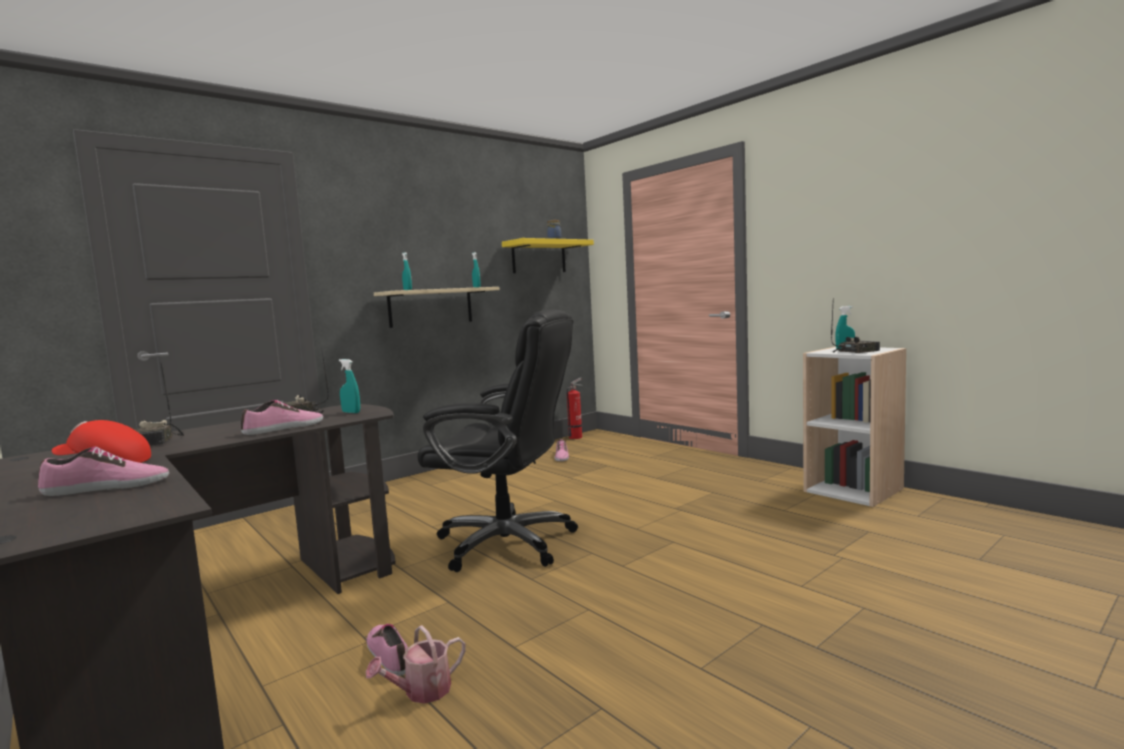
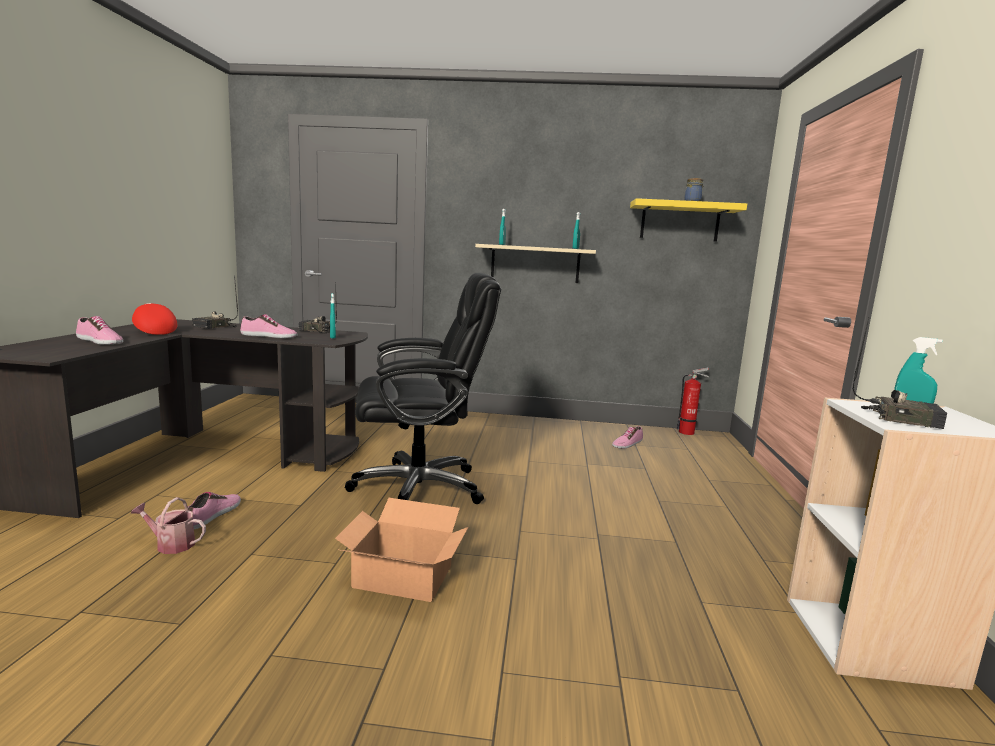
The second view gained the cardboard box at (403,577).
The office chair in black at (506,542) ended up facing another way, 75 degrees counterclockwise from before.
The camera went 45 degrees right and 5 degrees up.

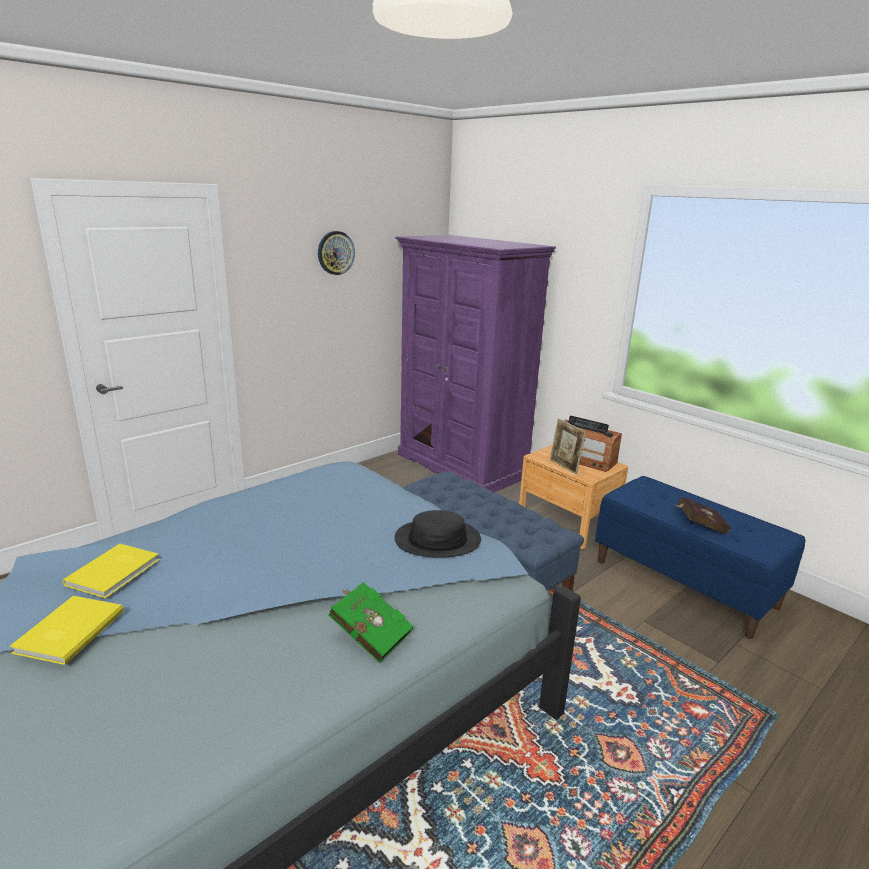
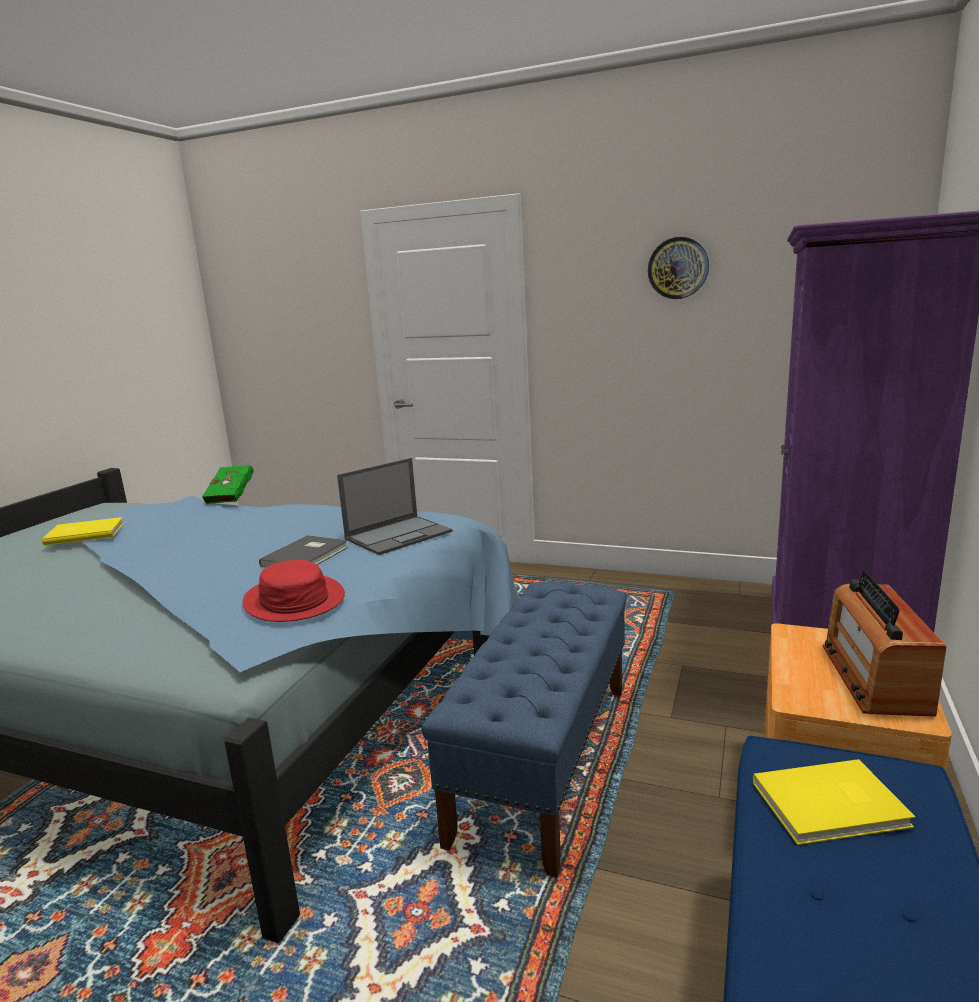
The second view lost the picture frame at (564,467).
The second view lost the book in red at (698,526).
The second view gained the book in grey at (307,556).
The second view gained the laptop at (399,535).
The book in yellow ended up elsewhere, having gone from (116,572) to (833,806).
The book in green ended up elsewhere, having gone from (369,635) to (233,496).
What was the hat in black at (437,540) turned into the hat in red at (294,600).
The camera went 65 degrees right and 5 degrees down.

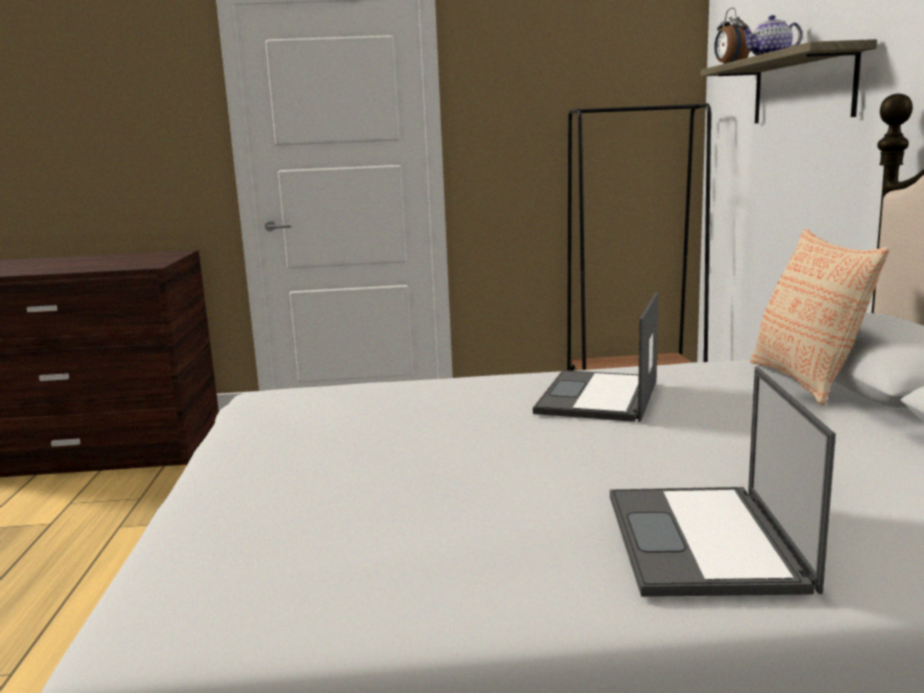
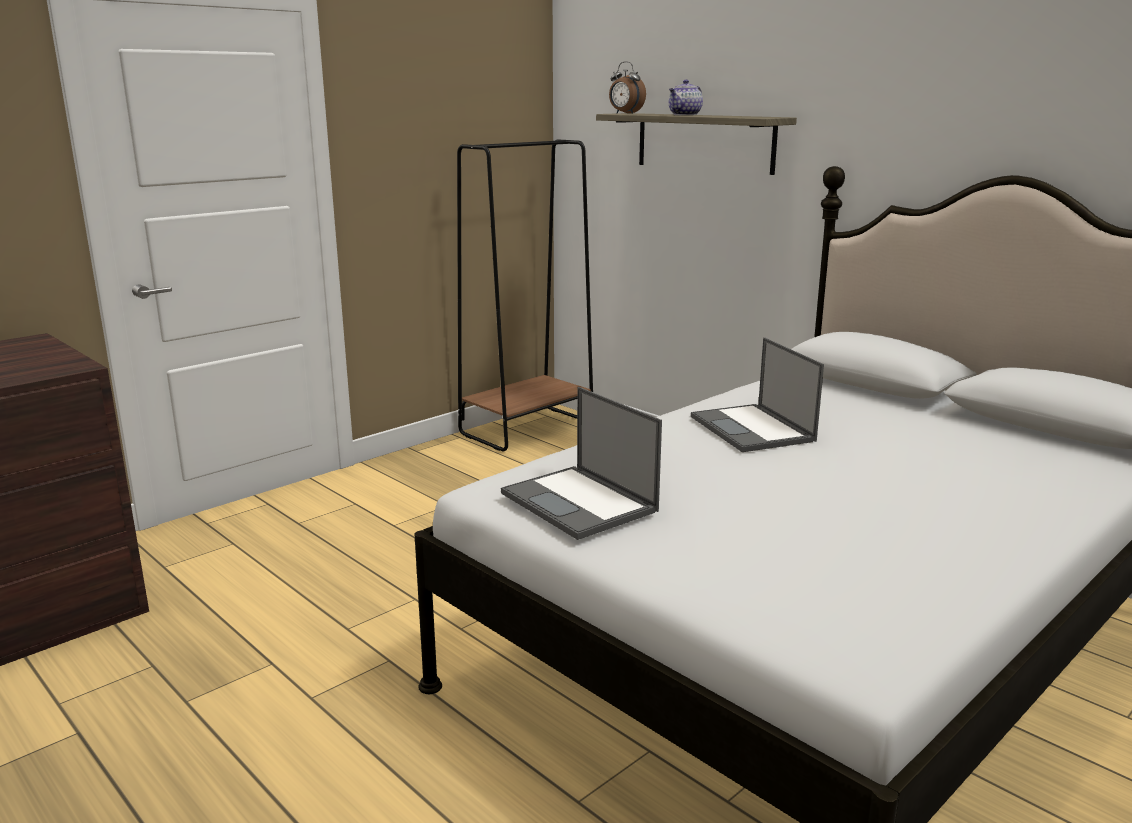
The second view lost the pillow in beige at (805,382).
The laptop ended up elsewhere, having gone from (705,541) to (580,502).
The camera went 40 degrees left and 5 degrees up.

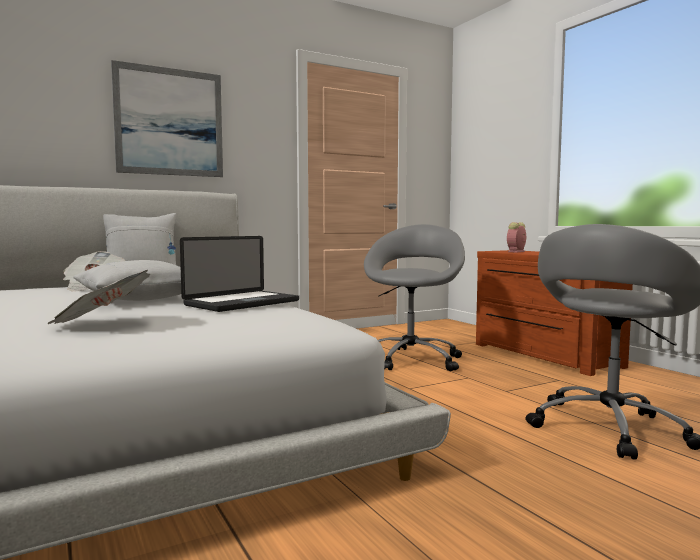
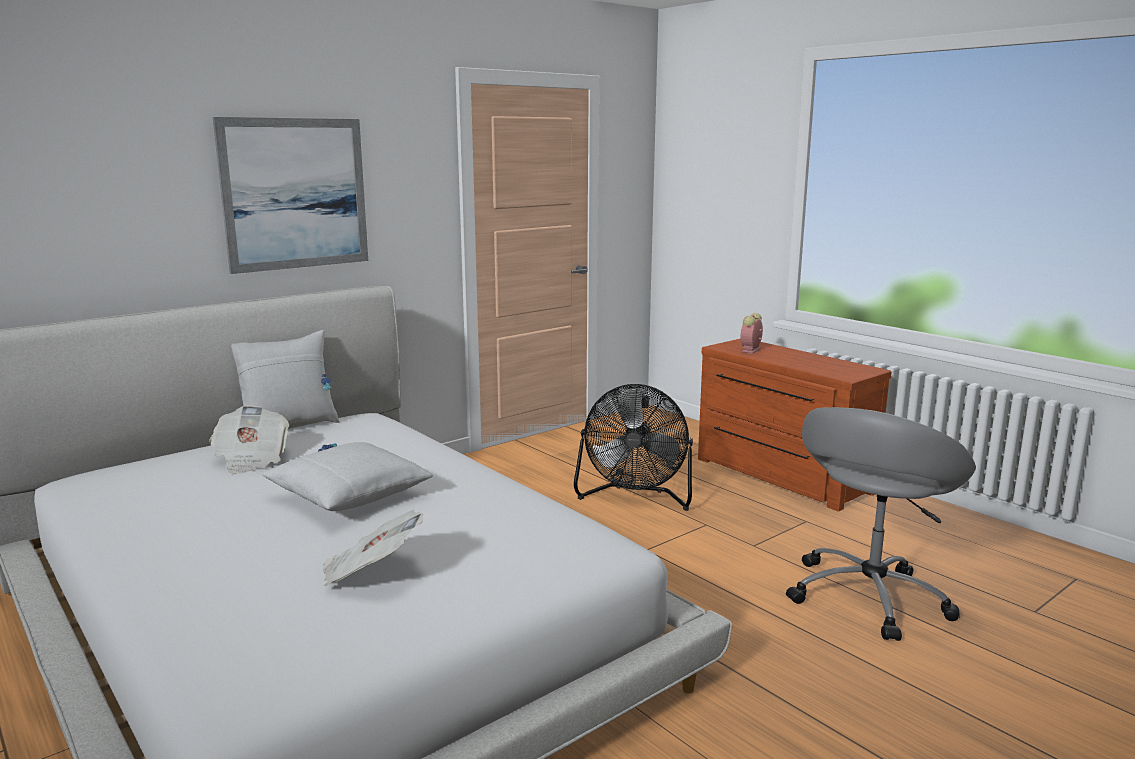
The second view lost the laptop at (242,303).
Where the office chair in grey stood at (412,359), the fan in black came to stand at (632,495).
The camera went 10 degrees left and 10 degrees up.

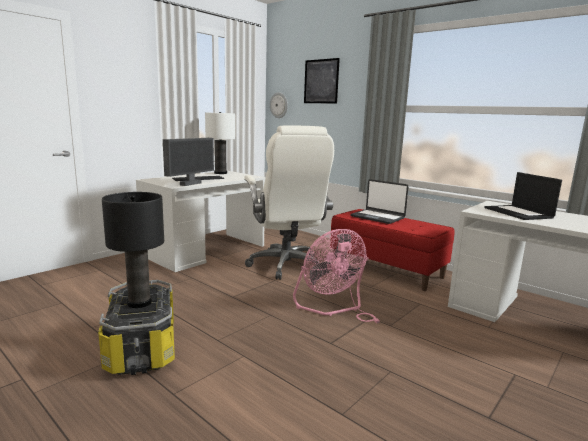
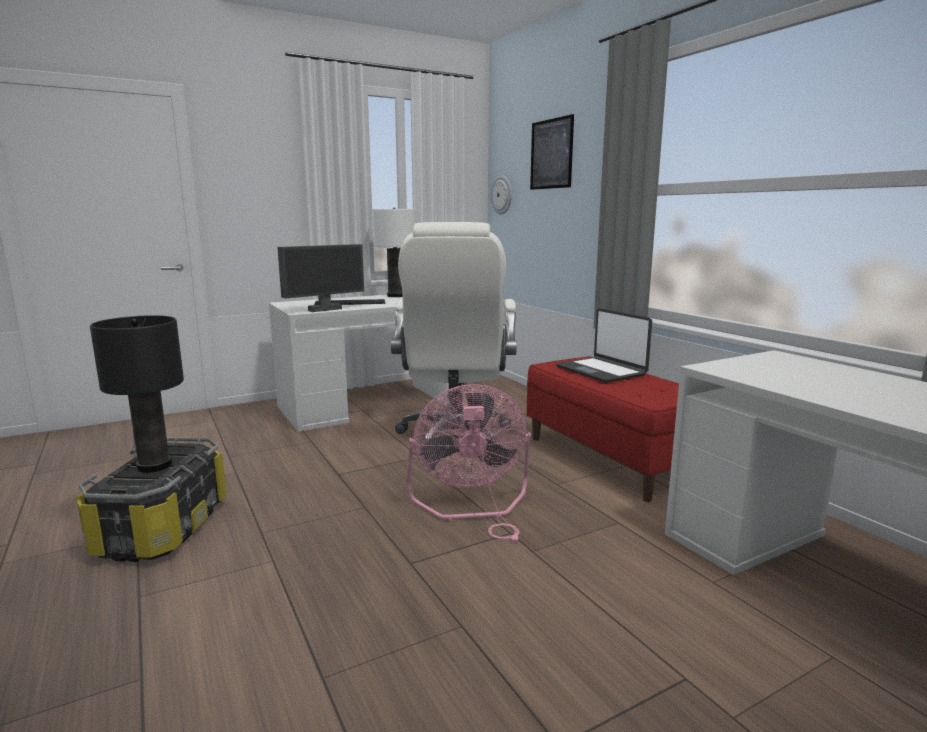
The second view lost the laptop at (519,213).
The camera went 20 degrees right and 0 degrees up.

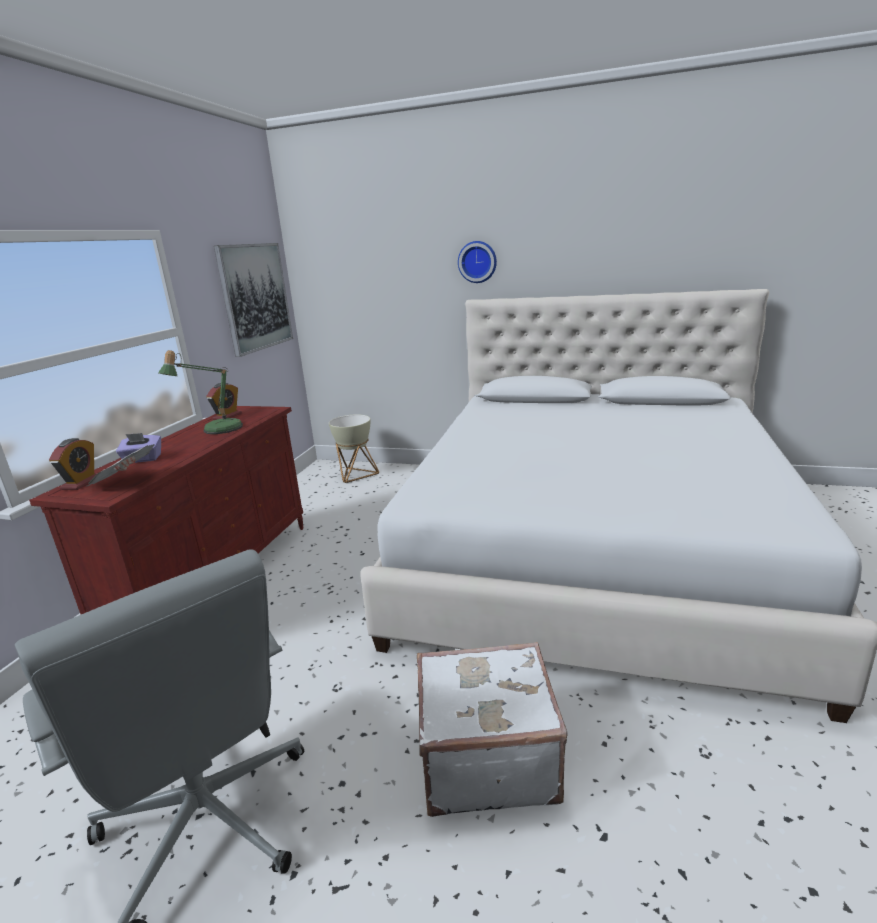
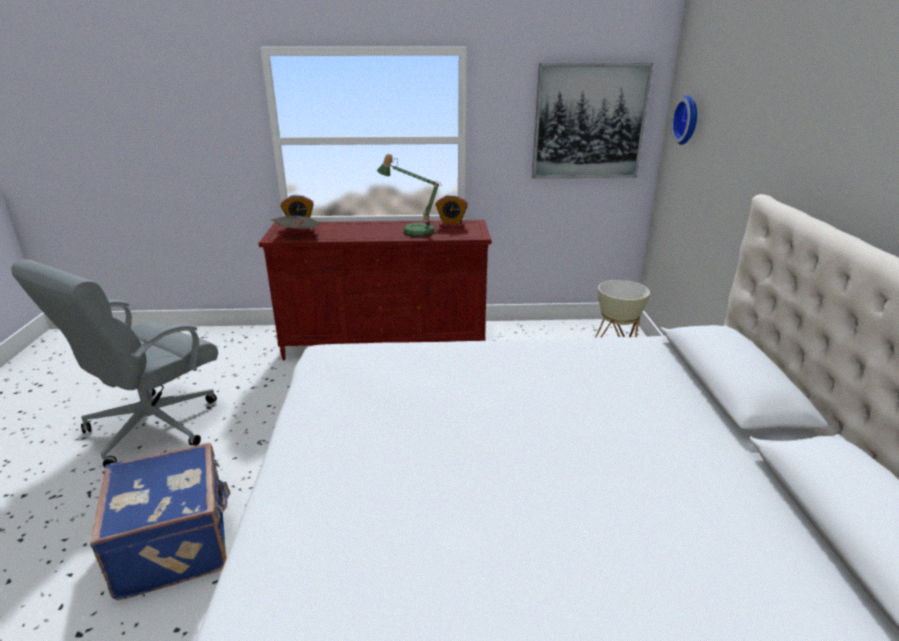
The second view lost the tissue box in purple at (142,459).
The wall clock ended up elsewhere, having gone from (477,262) to (688,120).
What was the suitcase in white at (485,756) turned into the suitcase in blue at (176,543).
The camera went 70 degrees right and 5 degrees up.

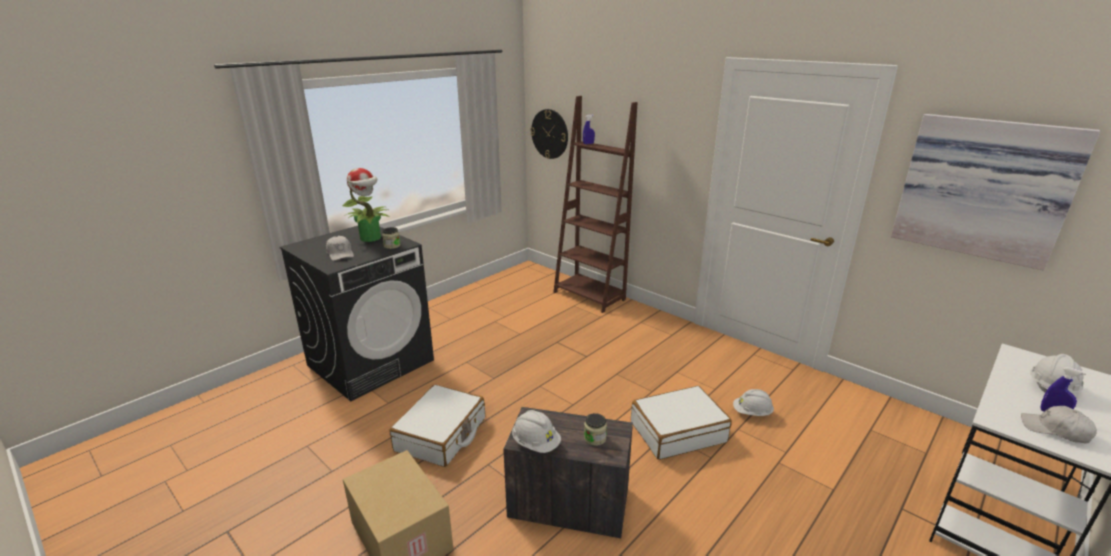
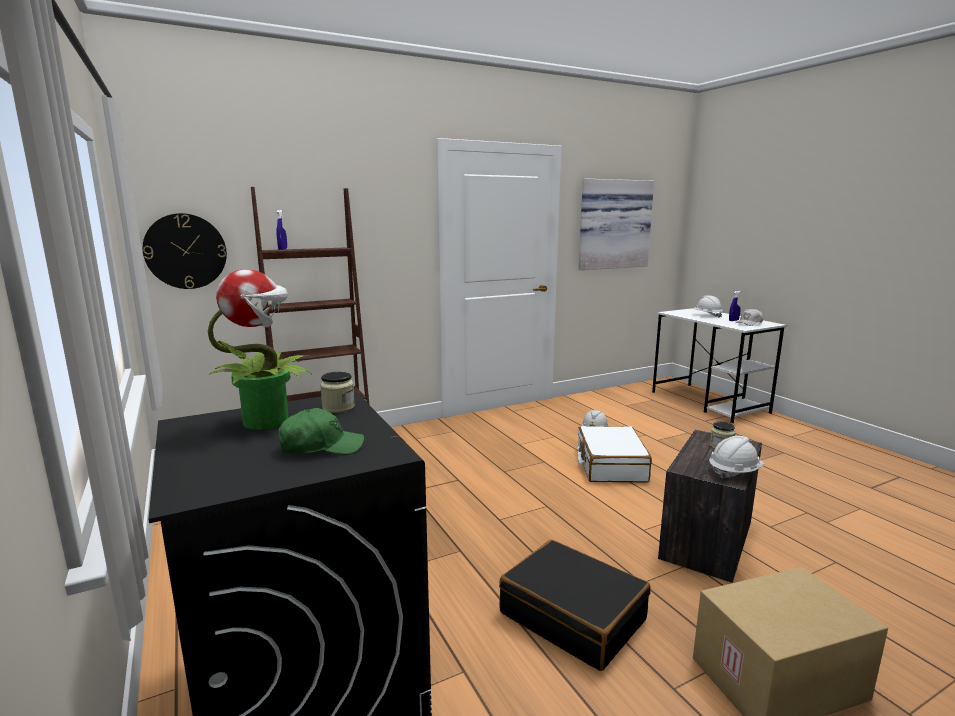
What was the cap in white at (340,254) turned into the cap in green at (321,446).
What was the suitcase in white at (441,435) turned into the suitcase in black at (573,616).
The camera went 70 degrees left and 10 degrees down.

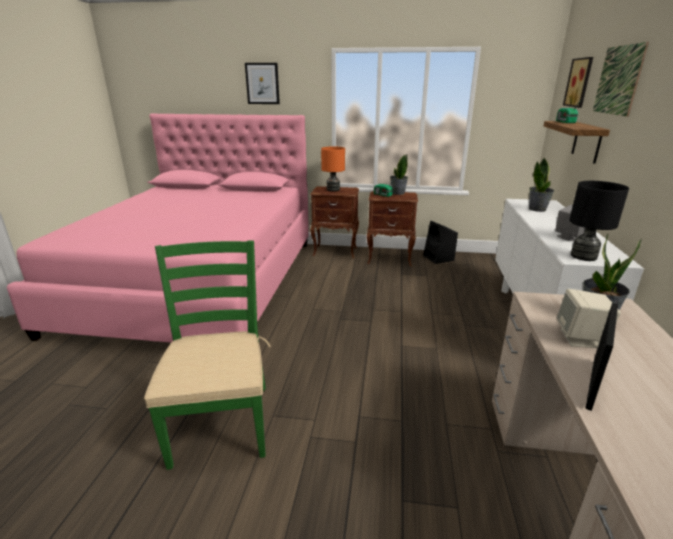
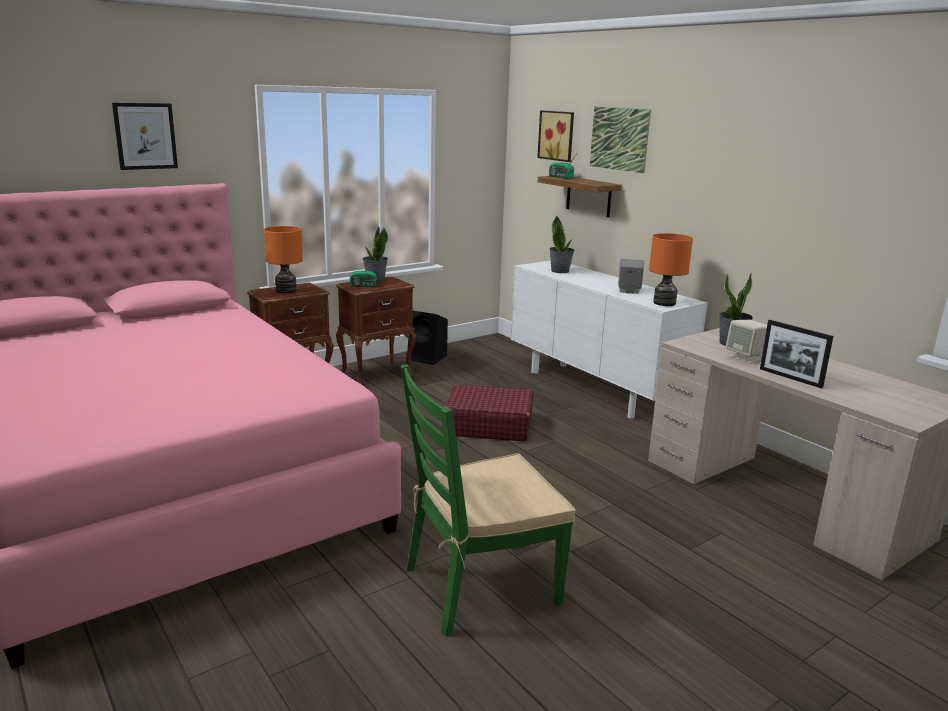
The second view gained the suitcase in red at (488,425).
What was the table lamp in black at (583,256) turned into the table lamp in orange at (664,303).
The chair in green at (221,422) ended up facing another way, 60 degrees counterclockwise from before.
The picture frame at (592,383) ended up facing another way, 150 degrees clockwise from before.
The camera went 45 degrees left and 5 degrees down.

